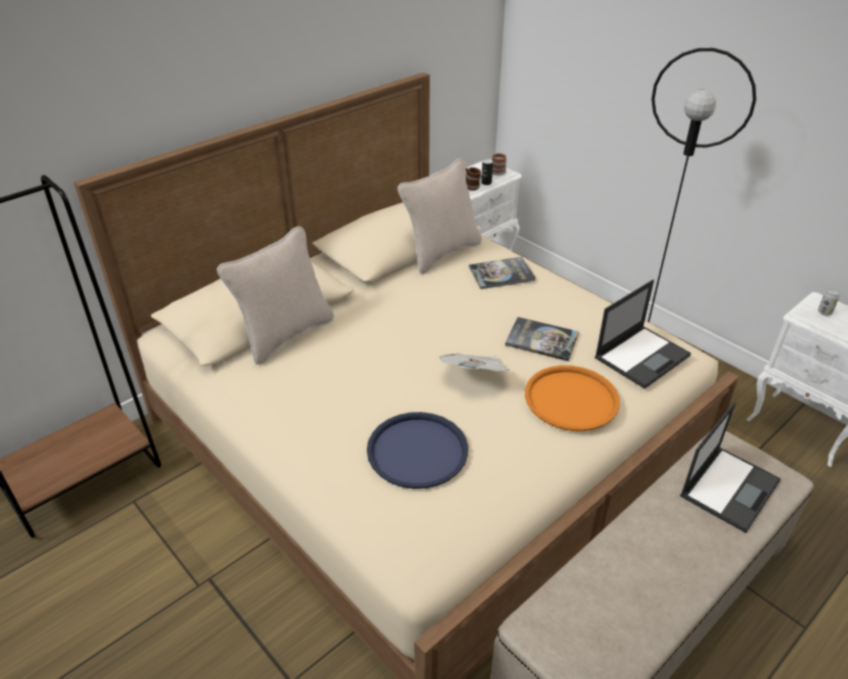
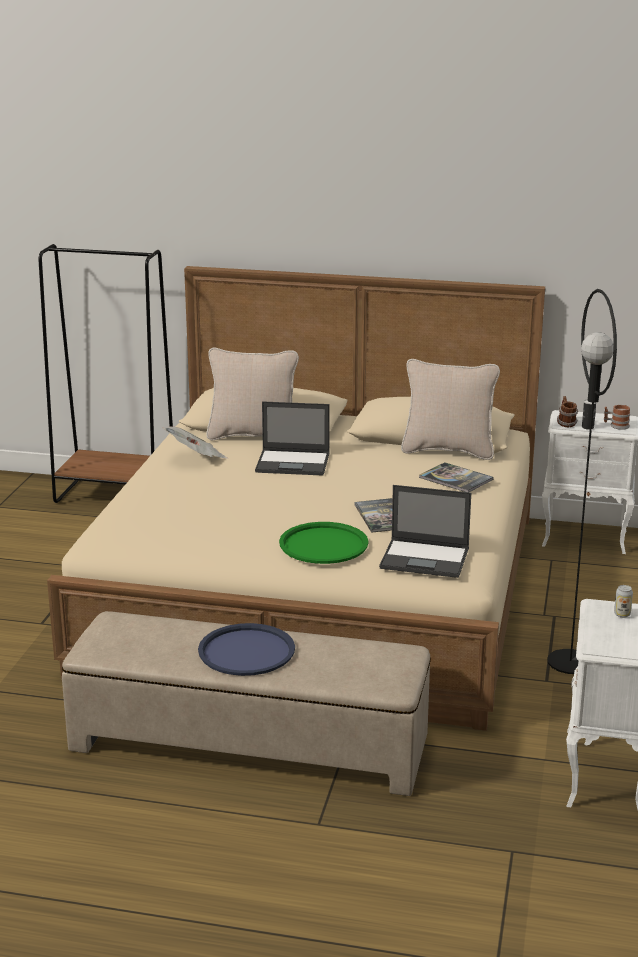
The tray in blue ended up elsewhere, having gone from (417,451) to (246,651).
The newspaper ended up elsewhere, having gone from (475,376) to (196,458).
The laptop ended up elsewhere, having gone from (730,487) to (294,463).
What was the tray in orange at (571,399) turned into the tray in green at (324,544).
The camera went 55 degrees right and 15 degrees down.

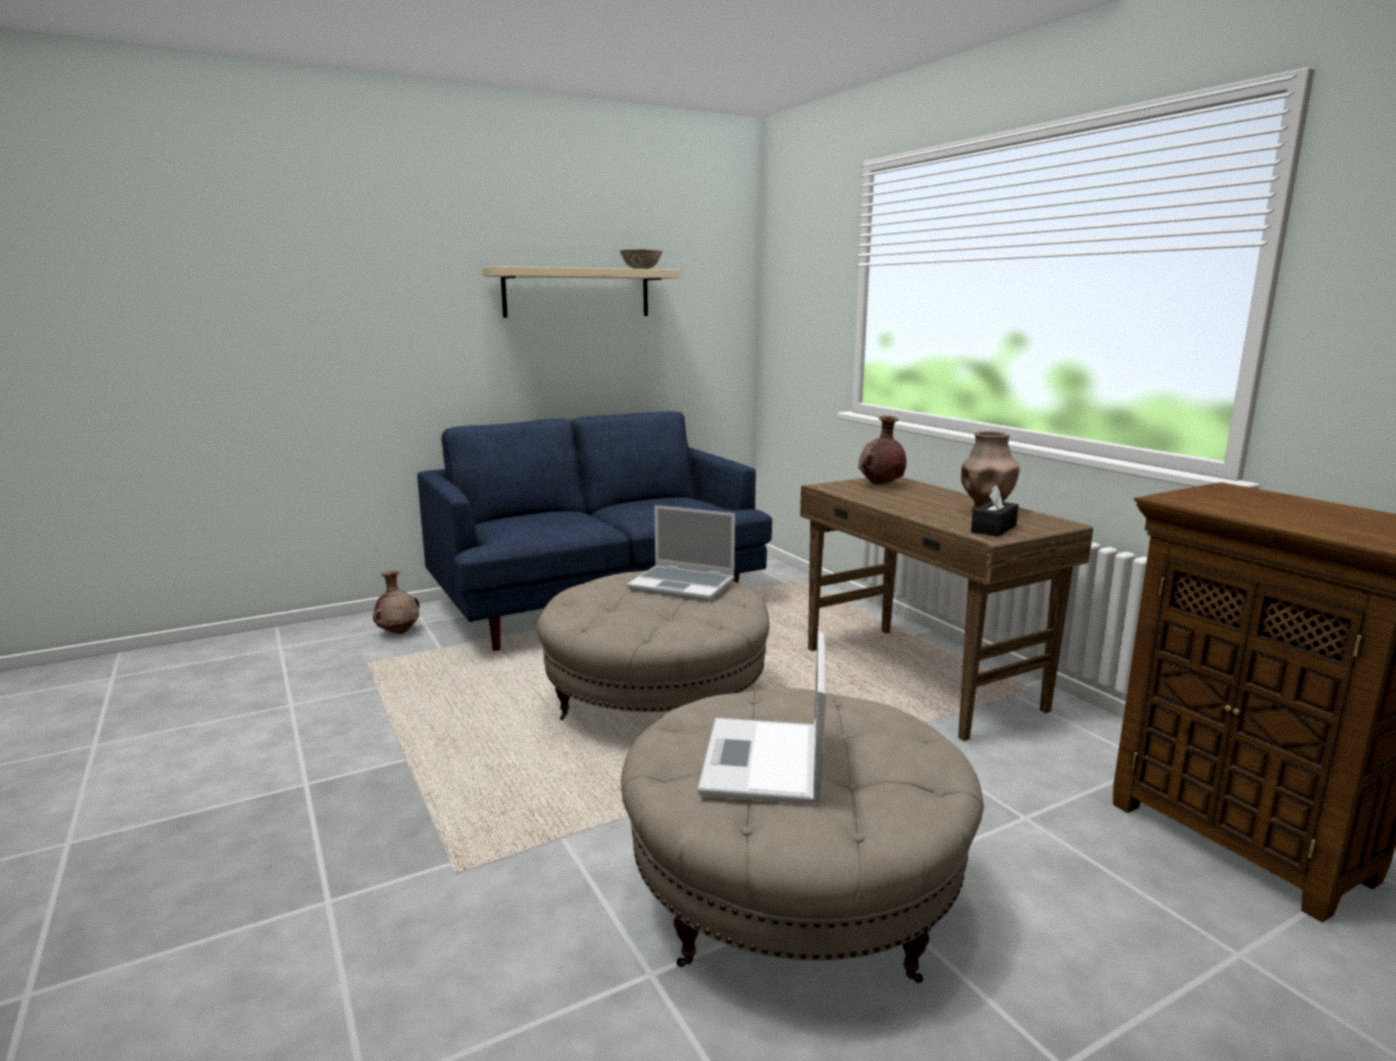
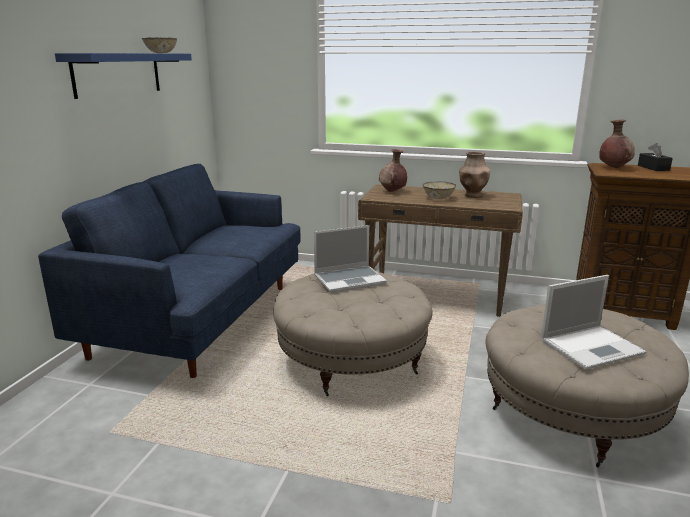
The second view gained the bowl at (438,198).
The vase in brown ended up elsewhere, having gone from (399,632) to (613,168).
The tissue box in black ended up elsewhere, having gone from (993,529) to (653,168).
What was the shelf in beige at (577,293) turned into the shelf in blue at (118,74).
The laptop at (764,762) ended up facing another way, 75 degrees counterclockwise from before.
The camera went 45 degrees left and 5 degrees up.

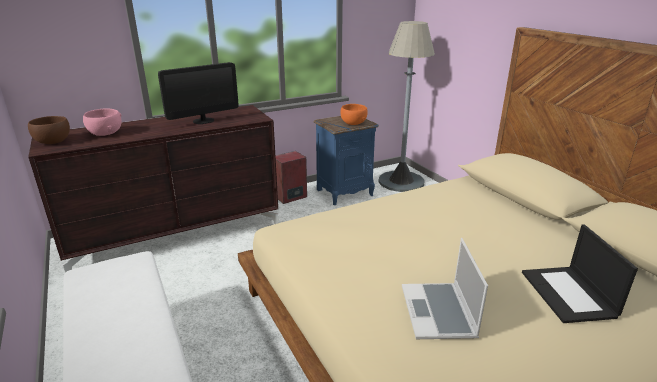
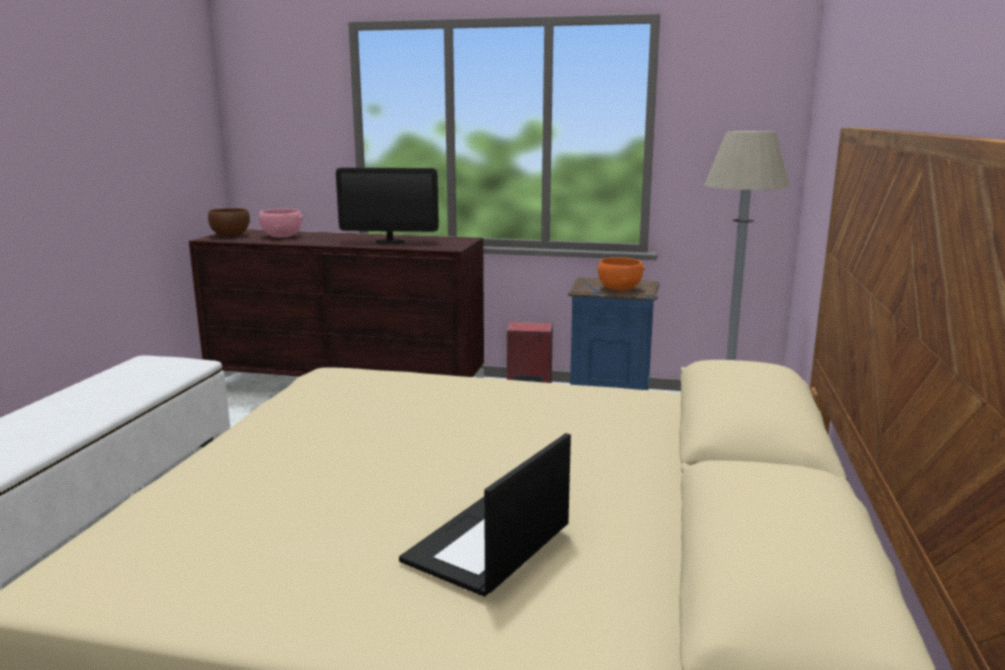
The second view lost the laptop at (439,313).
The camera went 40 degrees right and 10 degrees down.

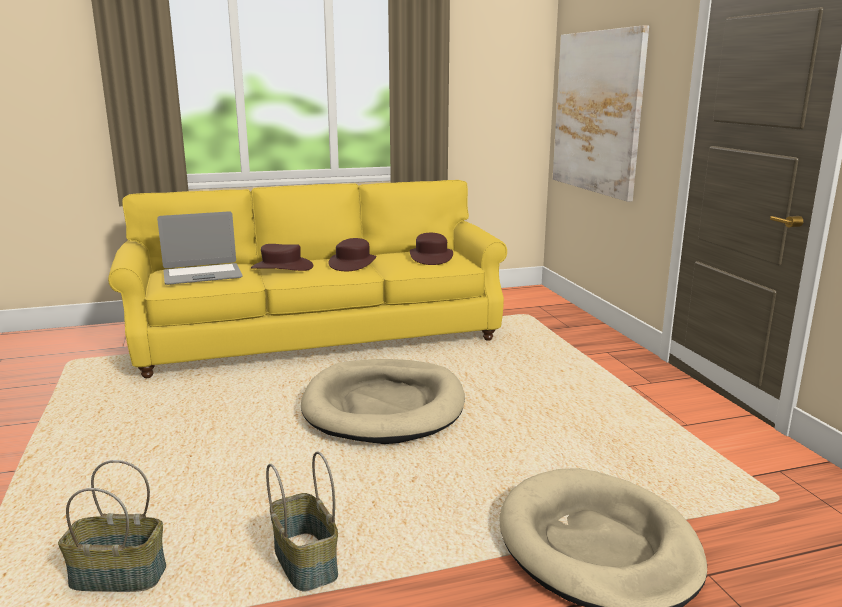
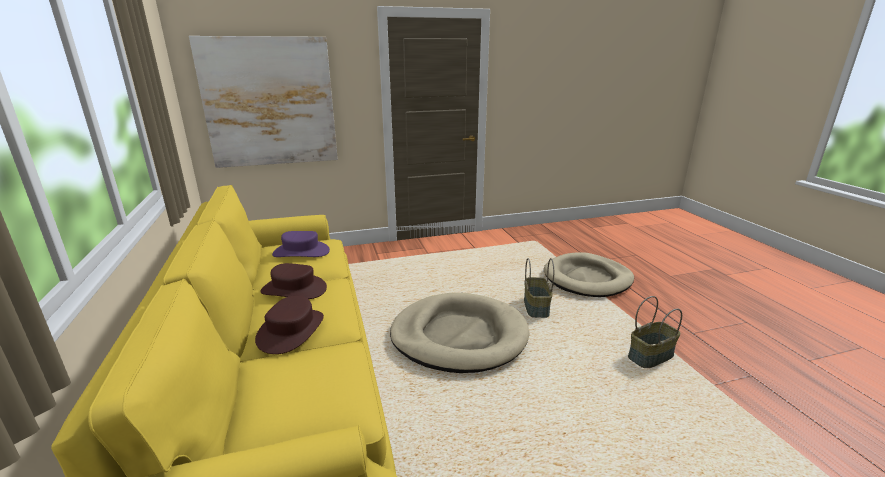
The second view lost the laptop at (202,275).
The basket ended up elsewhere, having gone from (117,577) to (536,307).
What was the hat in brown at (431,257) turned into the hat in purple at (301,252).
The camera went 90 degrees left and 5 degrees up.

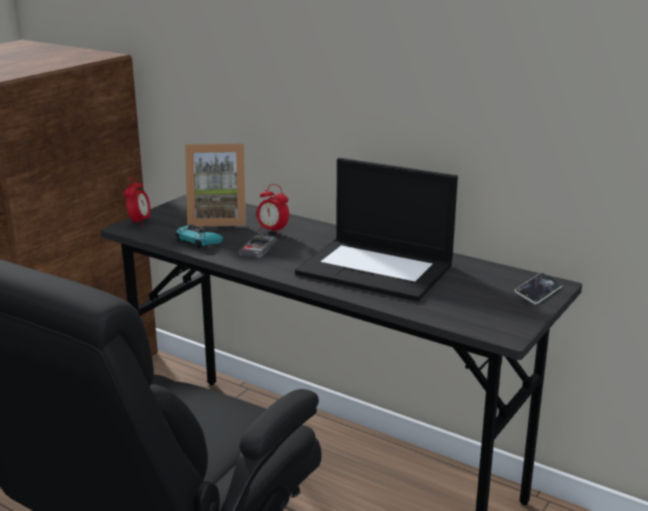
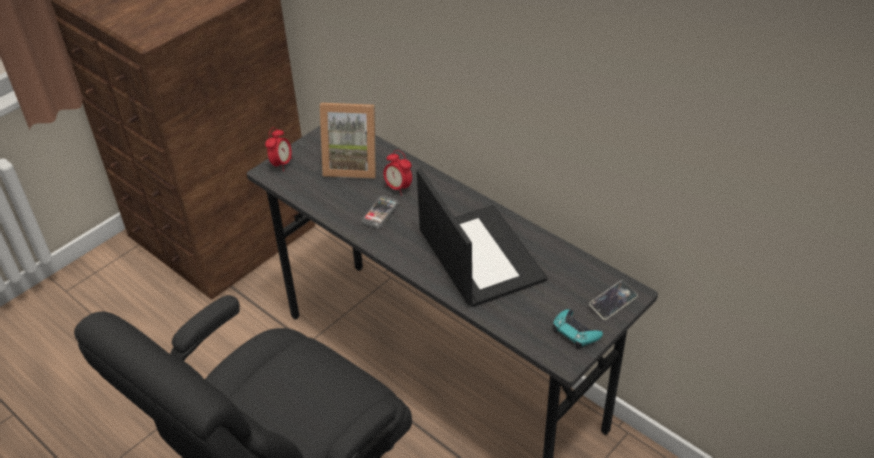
The game controller in turquoise ended up elsewhere, having gone from (198,241) to (575,332).
The laptop at (377,269) ended up facing another way, 150 degrees counterclockwise from before.
The camera went 10 degrees right and 20 degrees up.

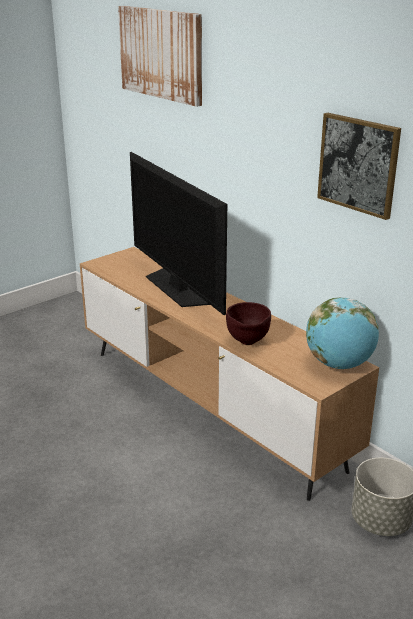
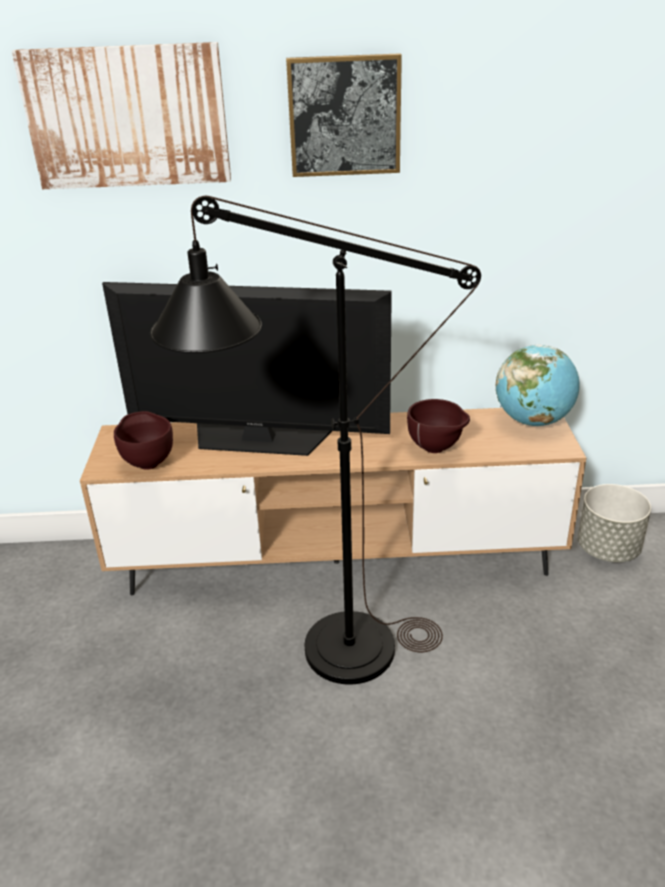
The second view gained the bowl in brown at (148,462).
The second view gained the floor lamp in black at (323,654).
The picture ended up elsewhere, having gone from (358,164) to (344,116).
The camera went 50 degrees left and 5 degrees up.

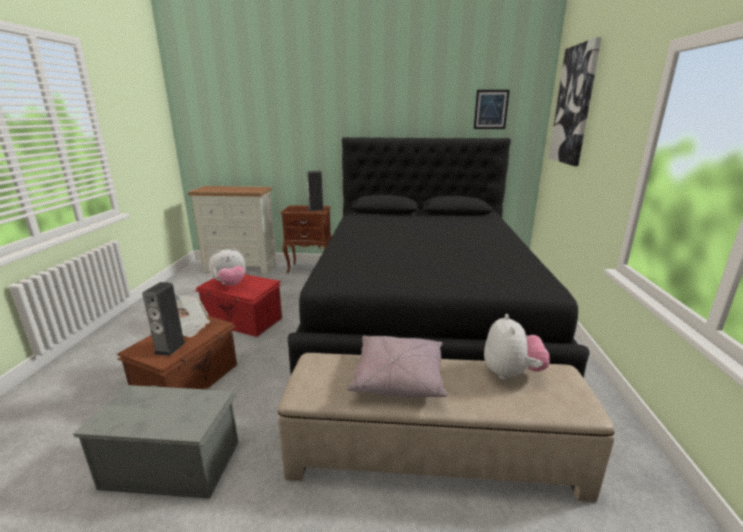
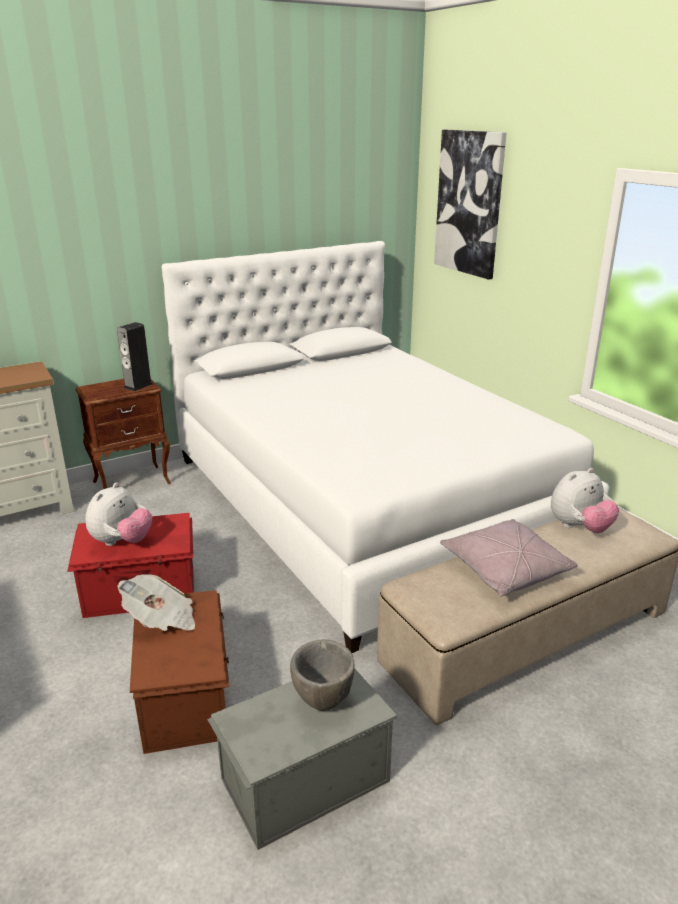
The second view lost the speaker at (170,347).
The second view lost the picture at (491,109).
The second view gained the bowl in grey at (323,701).
What was the bed in black at (422,316) turned into the bed in white at (364,502).
The plush toy at (511,373) ended up facing another way, 90 degrees clockwise from before.
The camera went 35 degrees left and 5 degrees up.

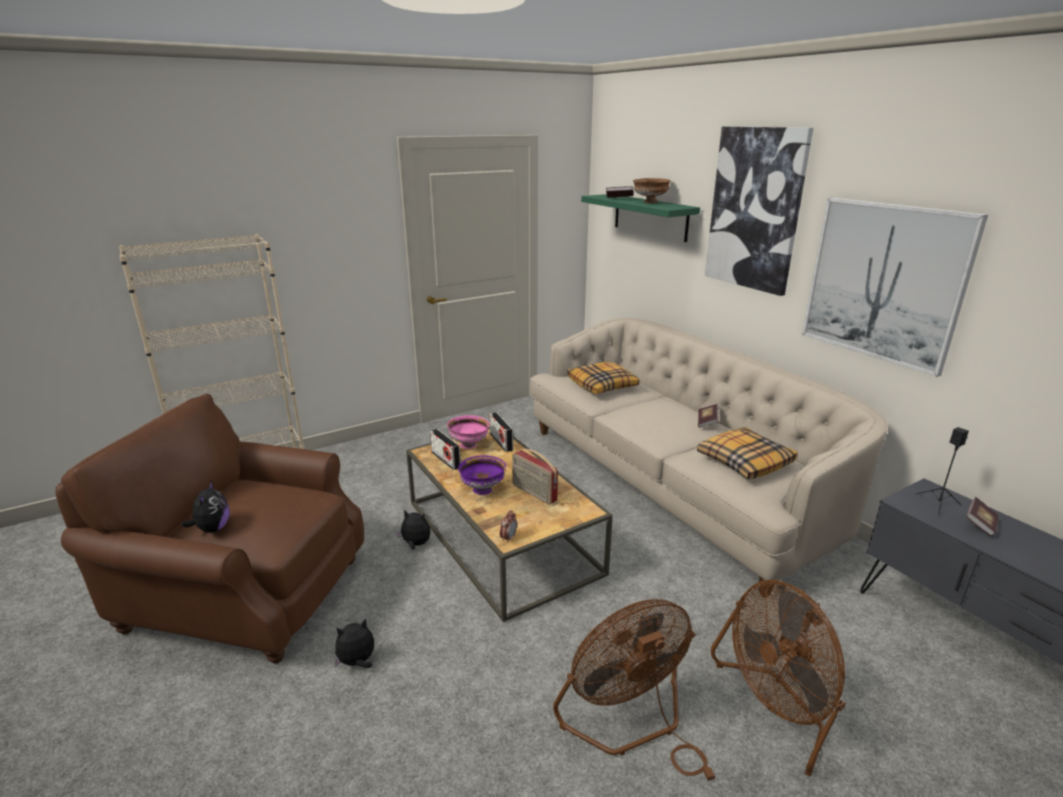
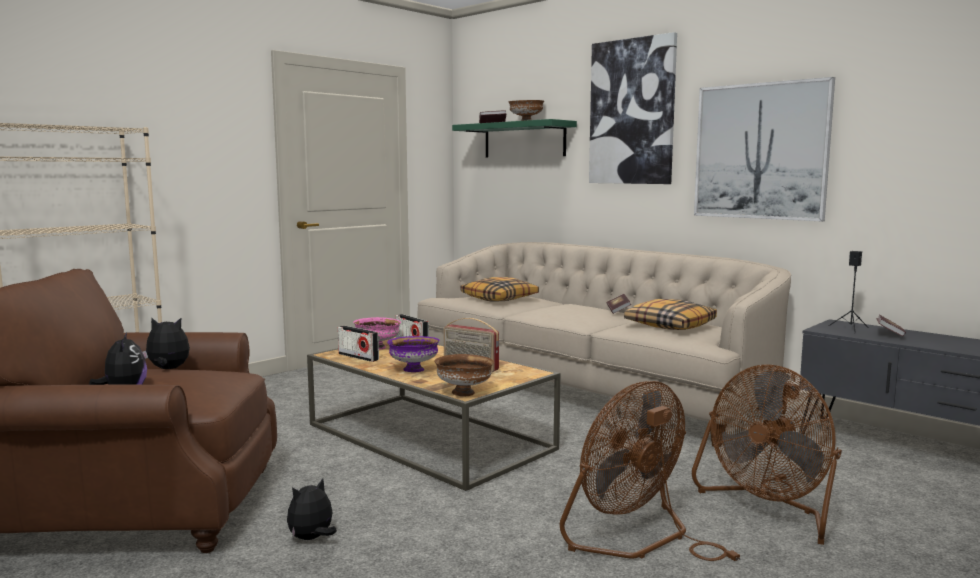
The plush toy ended up elsewhere, having gone from (415,544) to (167,369).
Where the alarm clock stood at (508,538), the bowl in brown came to stand at (464,392).
The camera went 15 degrees left and 15 degrees down.

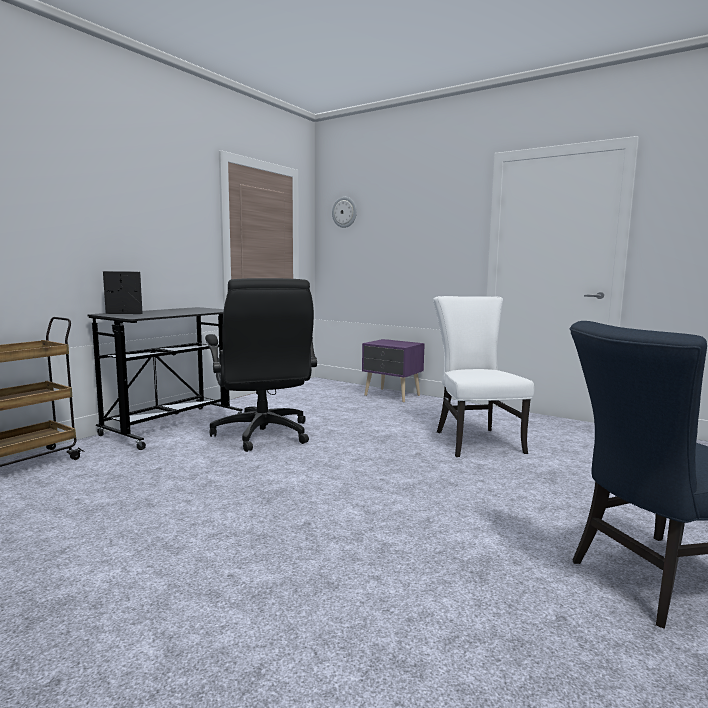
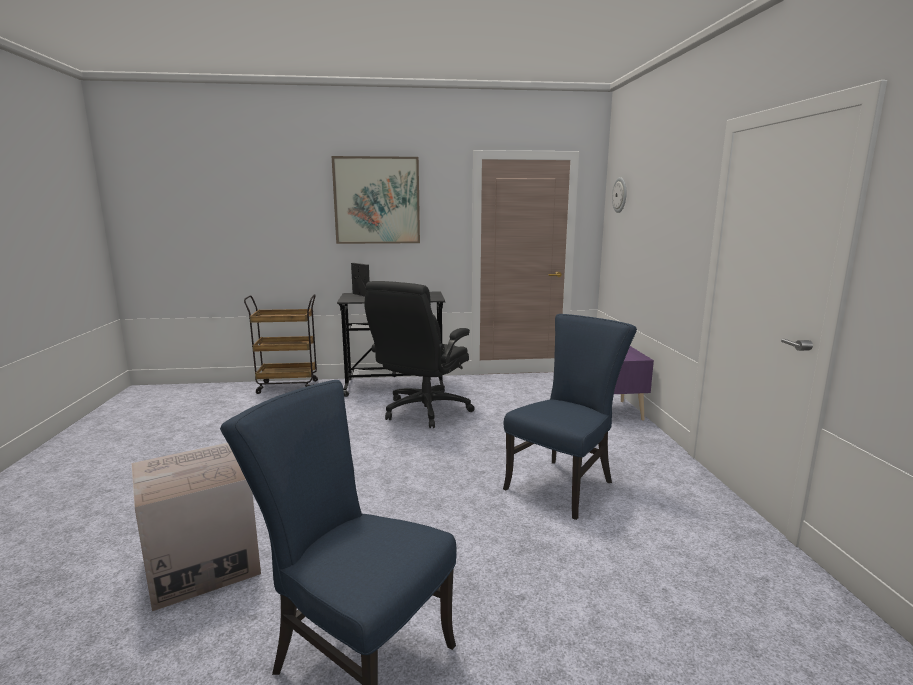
The second view gained the cardboard box at (202,564).
The second view gained the picture at (377,200).
What was the chair in white at (474,440) turned into the chair in blue at (564,483).
The camera went 50 degrees right and 5 degrees up.

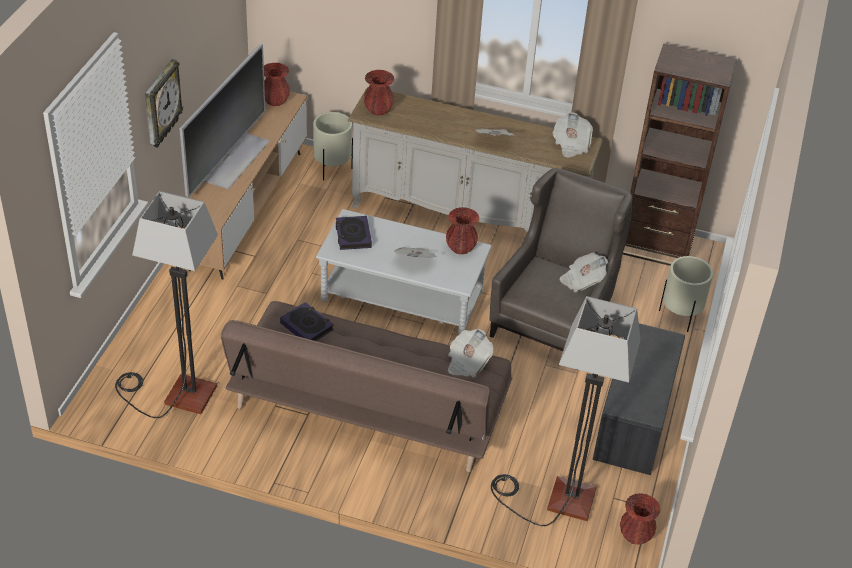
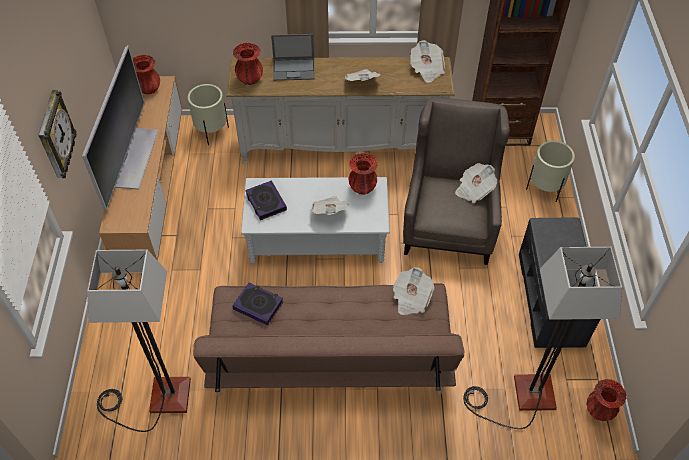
The second view gained the laptop at (294,69).
The camera went 15 degrees left and 10 degrees up.

